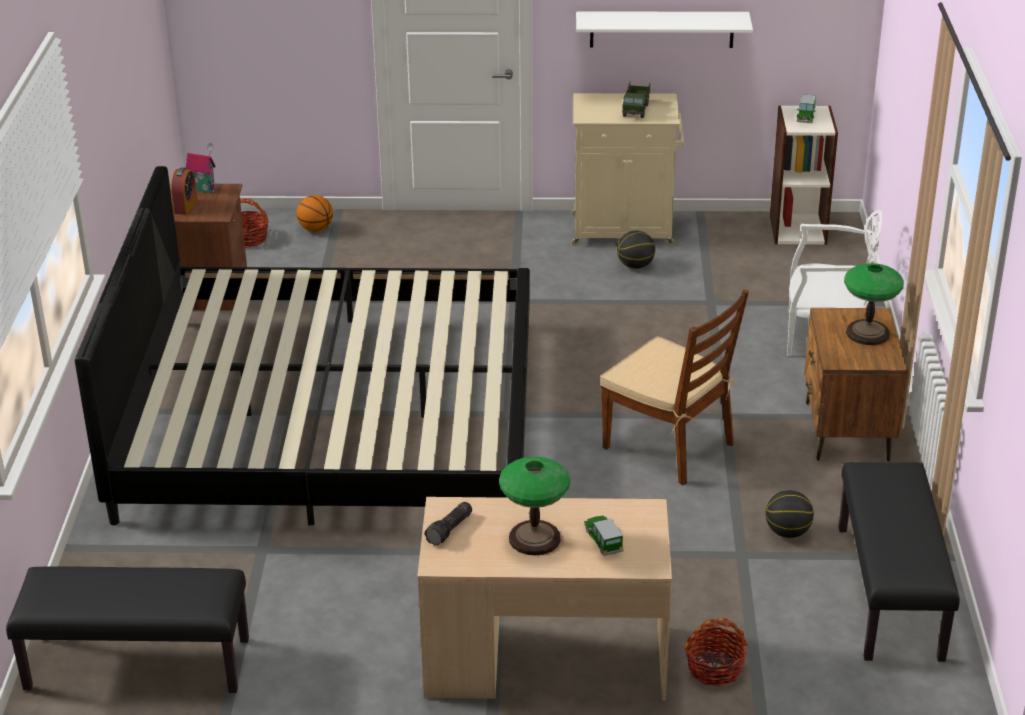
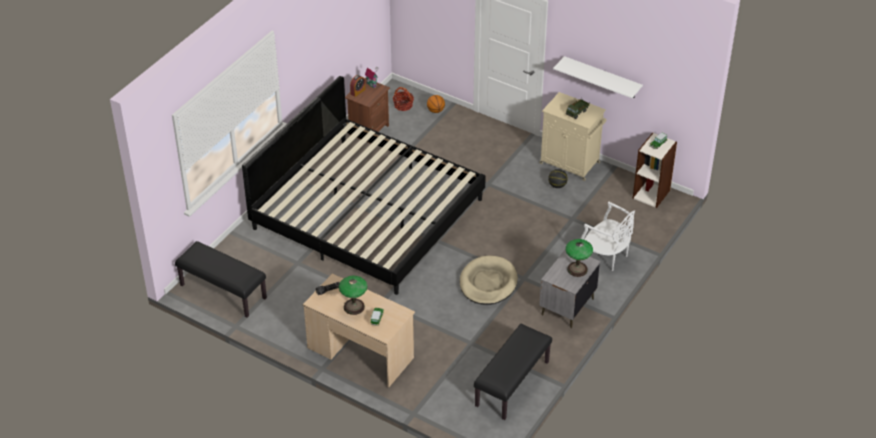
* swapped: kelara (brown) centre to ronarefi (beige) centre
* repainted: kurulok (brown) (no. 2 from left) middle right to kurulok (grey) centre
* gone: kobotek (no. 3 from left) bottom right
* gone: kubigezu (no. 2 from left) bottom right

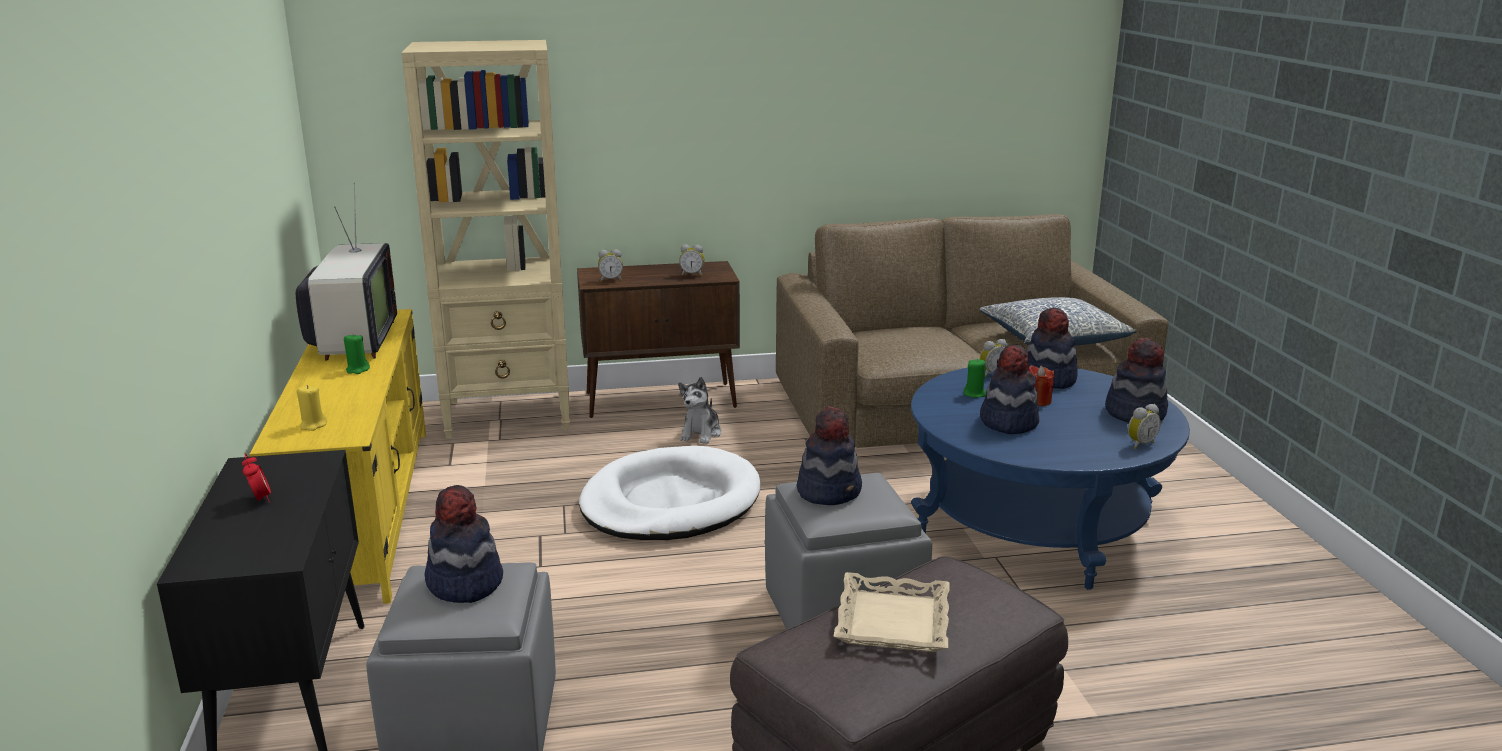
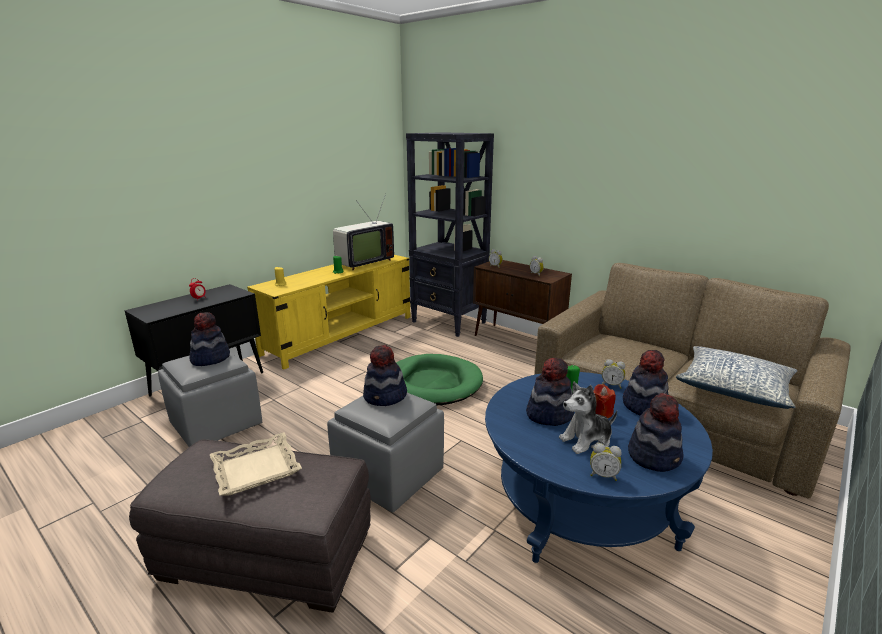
* repainted: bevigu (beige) top left to bevigu (black) centre
* shifted: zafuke centre to middle right
* repainted: ronarefi (white) centre to ronarefi (green) centre

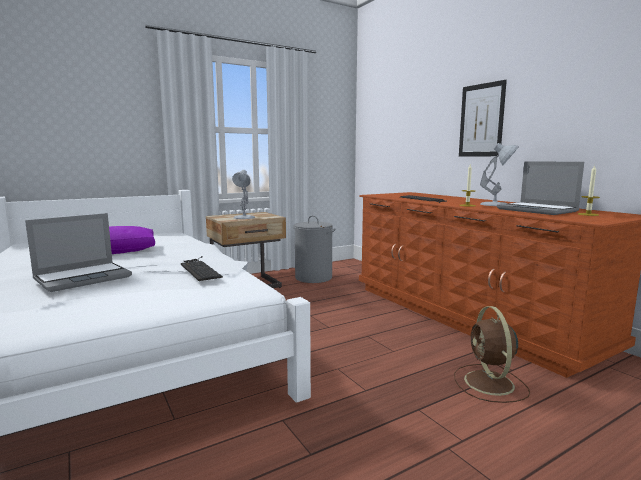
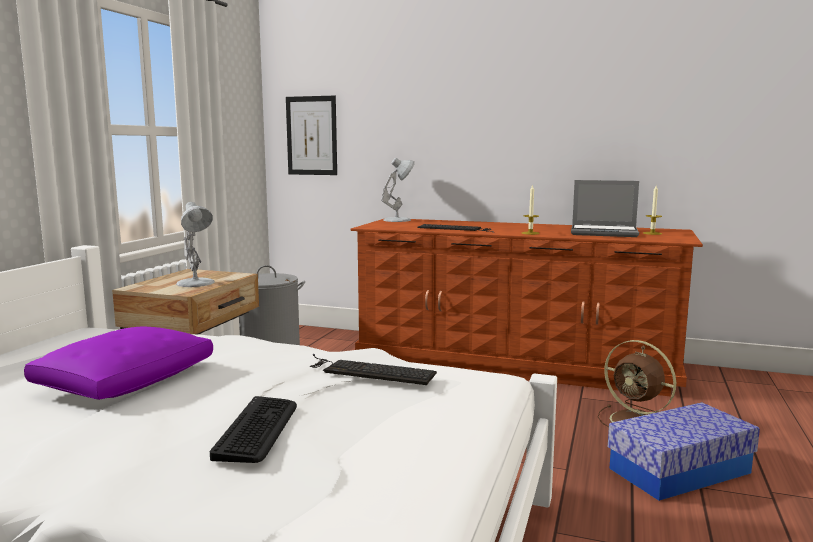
* shifted: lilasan top right to top centre
* shifted: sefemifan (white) (no. 2 from left) middle right to centre
* swapped: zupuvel (no. 1 from left) middle left to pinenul (no. 1 from left) bottom left
* new: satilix bottom right

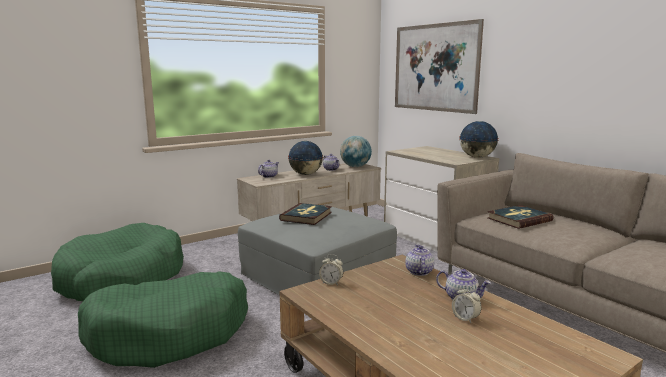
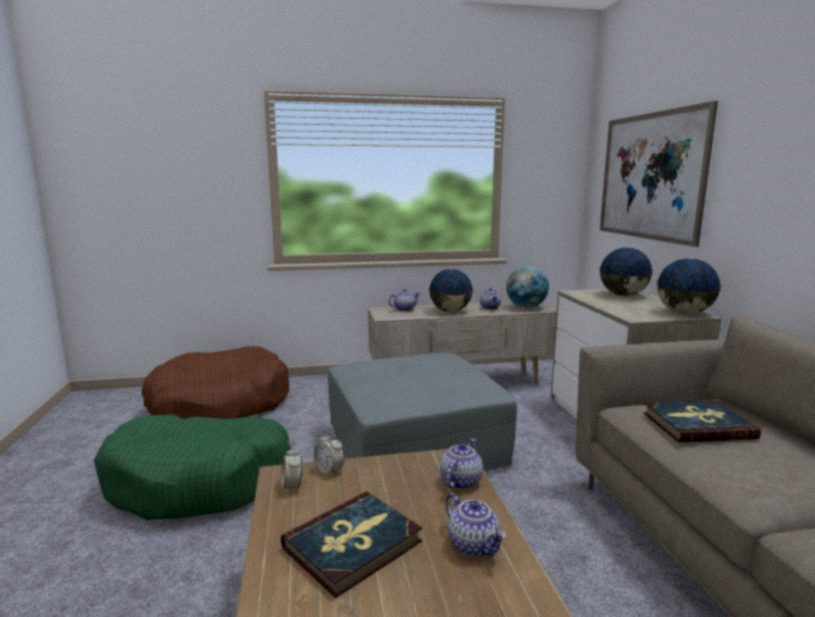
* shifted: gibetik (no. 1 from left) centre to bottom centre
* repainted: ronarefi (green) (no. 1 from left) bottom left to ronarefi (brown) middle left
* shifted: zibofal (no. 2 from left in the first image) bottom right to zibofal (no. 1 from left) bottom centre
* new: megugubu (no. 3 from left) middle right

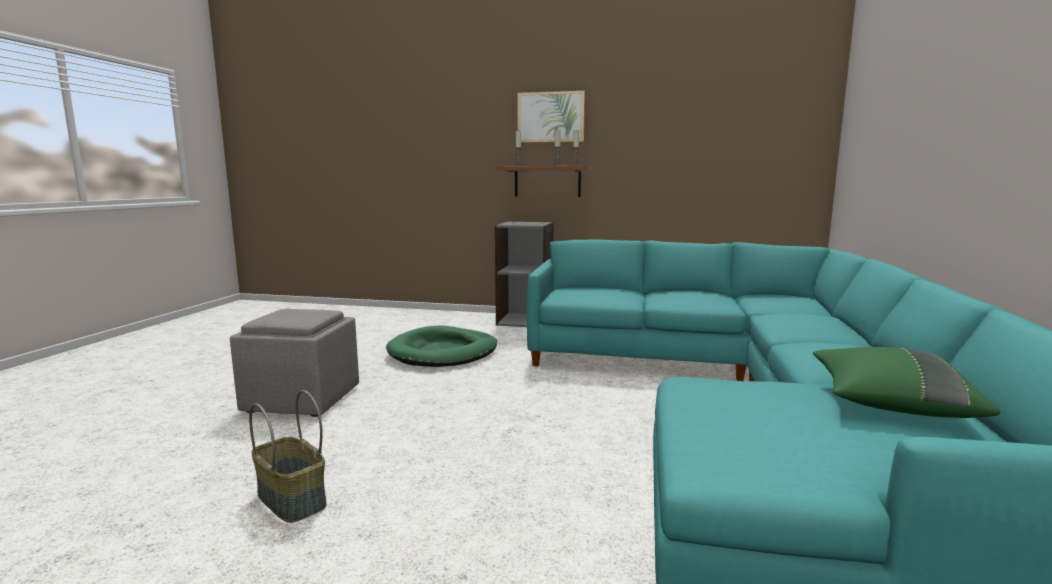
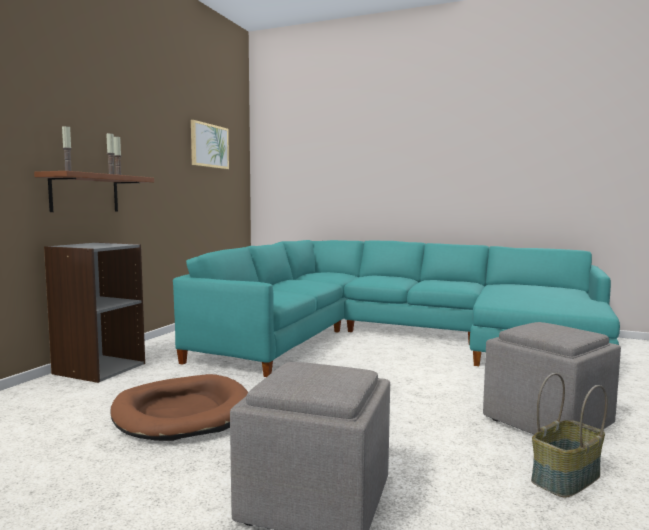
* shifted: lilasan top centre to top left
* repainted: ronarefi (green) centre to ronarefi (brown) bottom left
* gone: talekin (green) middle right
* new: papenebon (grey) (no. 2 from left) bottom right

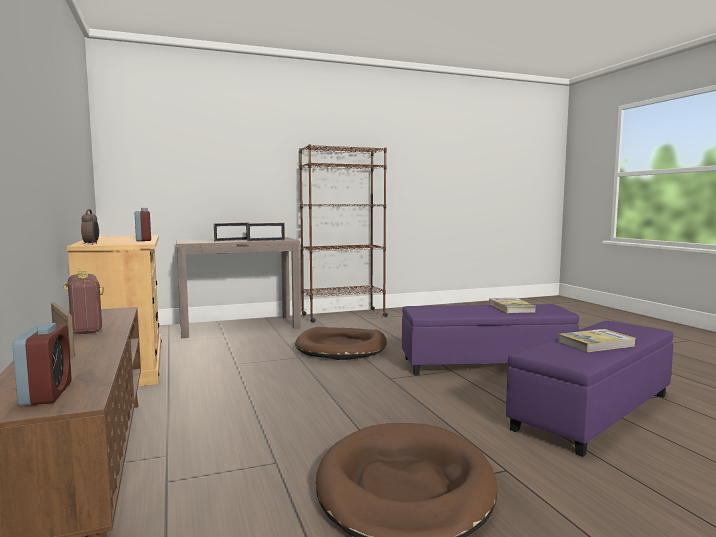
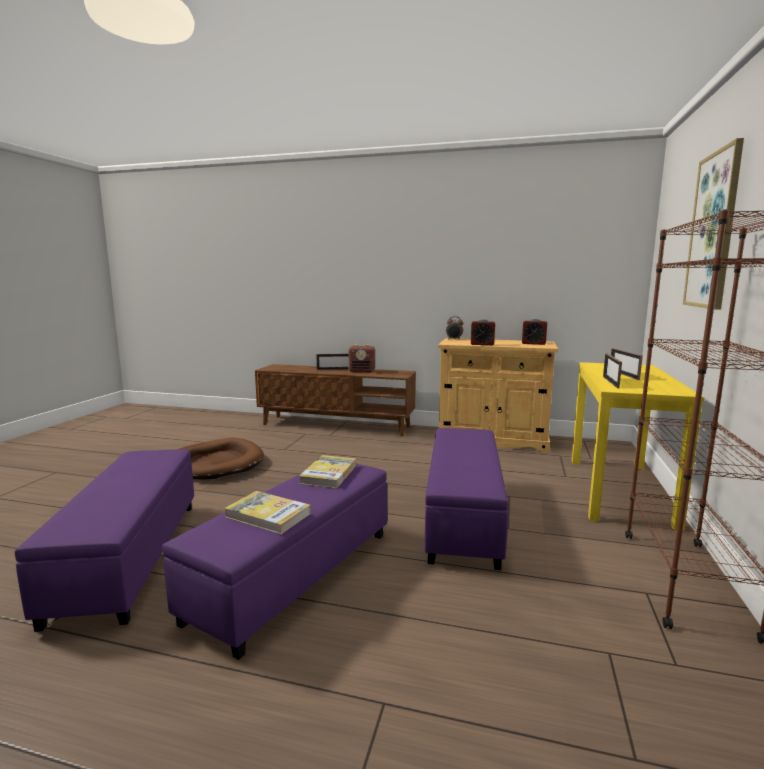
* repainted: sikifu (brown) middle left to sikifu (yellow) middle right
* shifted: zibofal (no. 1 from left in the first image) bottom left to zibofal (no. 3 from left) middle right
* swapped: ronarefi (brown) (no. 1 from left) centre to papenebon (purple) (no. 3 from left) centre
* shifted: gibetik (no. 2 from left) middle right to centre
* new: lilasan top right

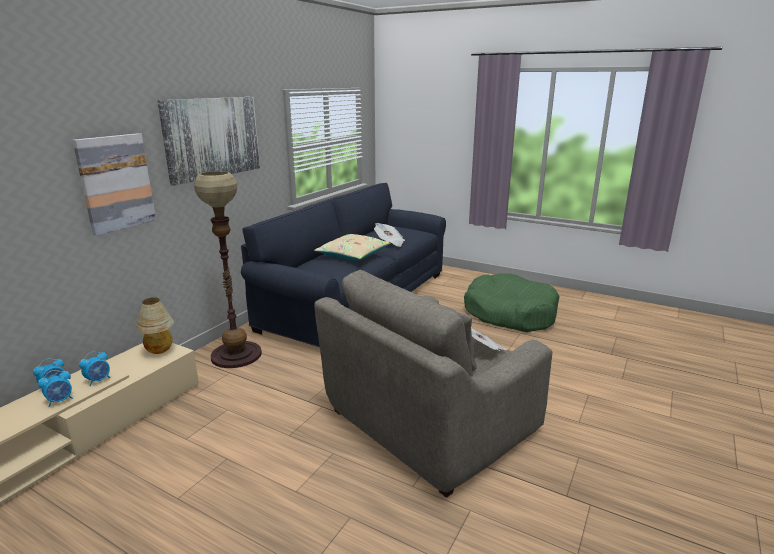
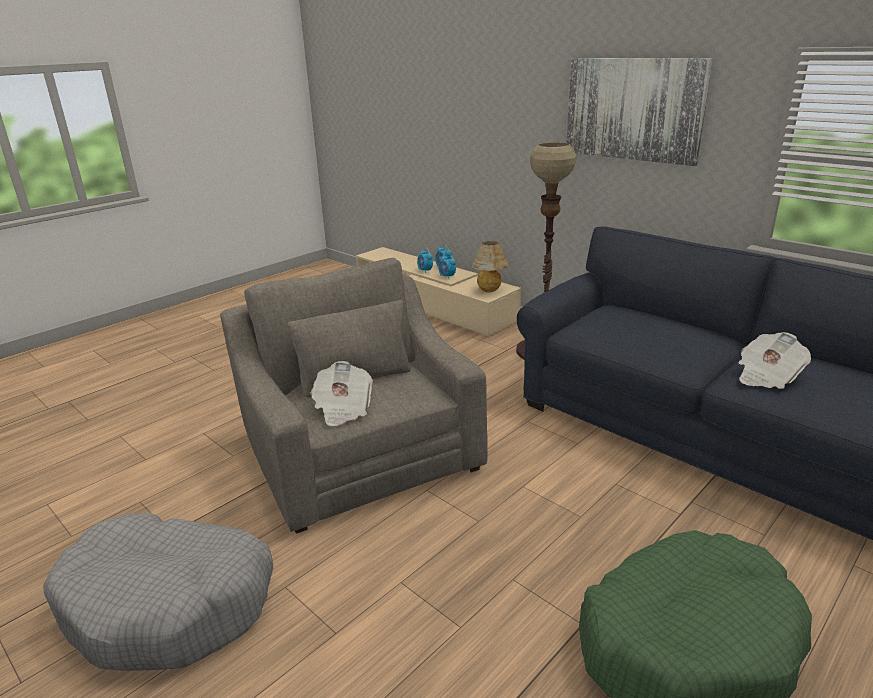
* gone: lilasan (no. 1 from left) top left
* gone: talekin (beige) centre
* new: ronarefi (grey) bottom left

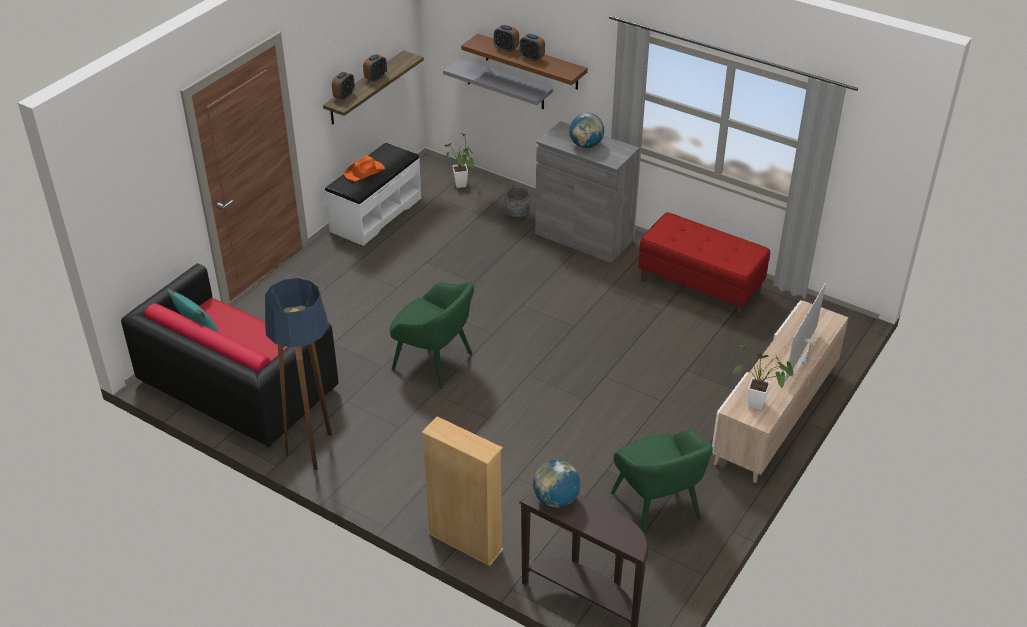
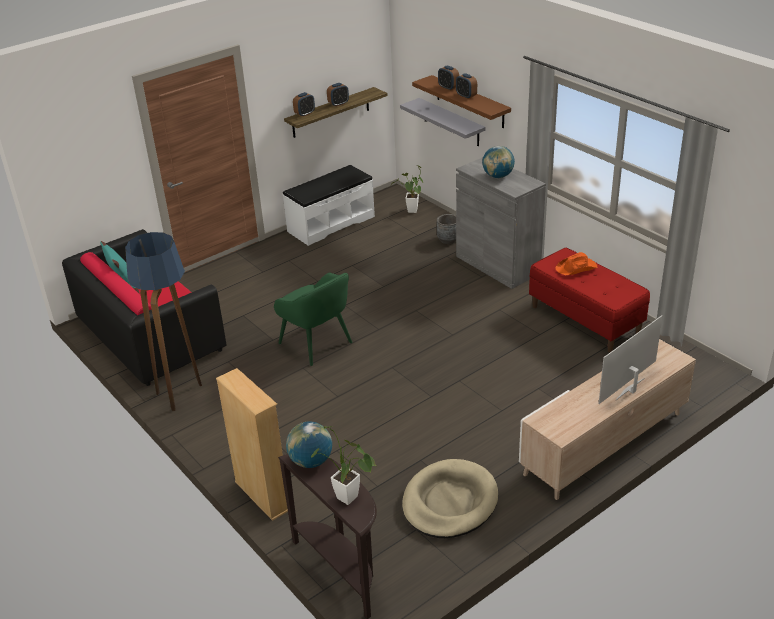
* shifted: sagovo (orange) top centre to middle right
* shifted: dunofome (no. 2 from left in the first image) middle right to dunofome (no. 1 from left) bottom centre
* swapped: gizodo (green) (no. 2 from left) bottom centre to ronarefi (beige) bottom centre

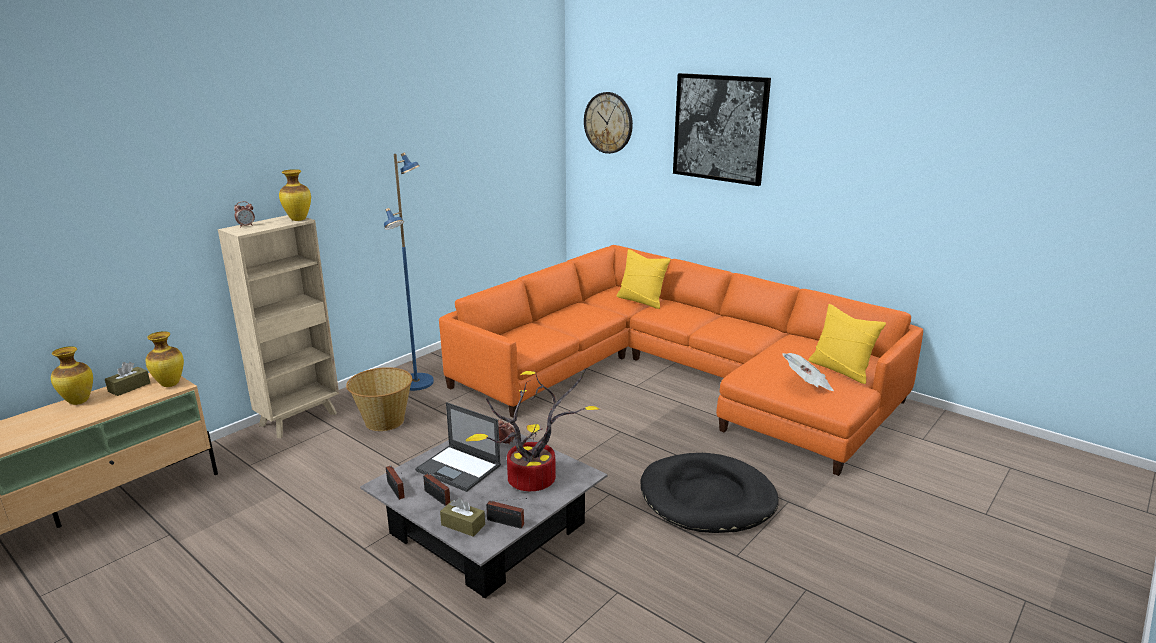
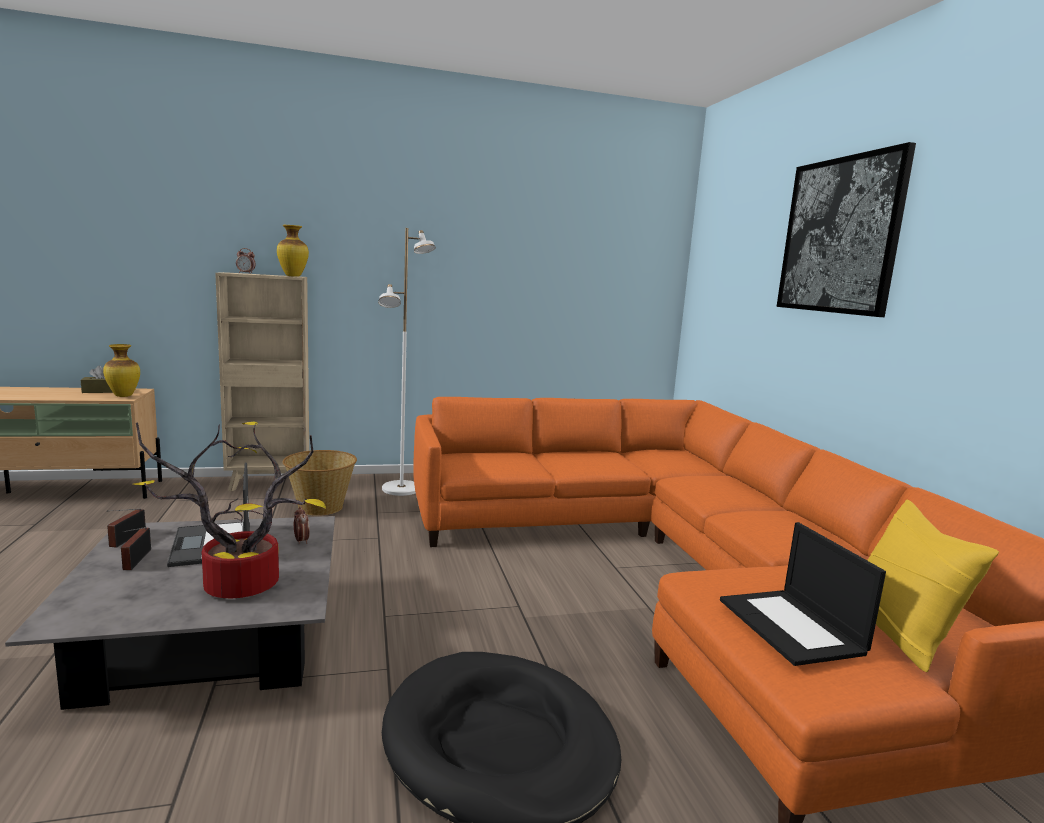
* gone: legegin top centre
* repainted: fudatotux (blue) centre to fudatotux (white) centre
* gone: talekin (yellow) (no. 1 from left) centre
* gone: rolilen (no. 1 from left) middle left
* swapped: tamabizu middle right to zupuvel (no. 2 from left) bottom right
* gone: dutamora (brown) (no. 2 from left) bottom centre
* gone: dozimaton (no. 3 from left) bottom centre

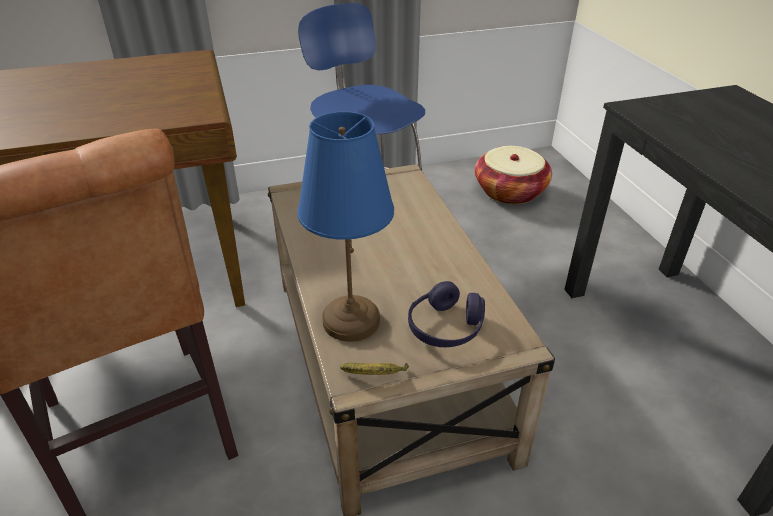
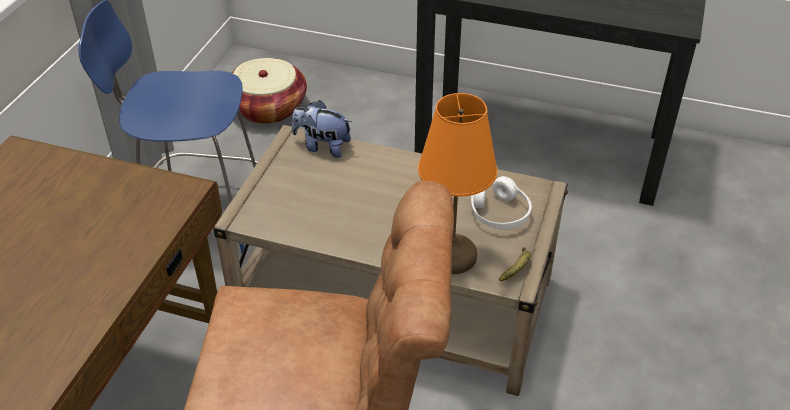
* repainted: sefemifan (blue) centre to sefemifan (orange) centre
* repainted: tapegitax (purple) centre to tapegitax (white) centre
* new: zafuke top centre

